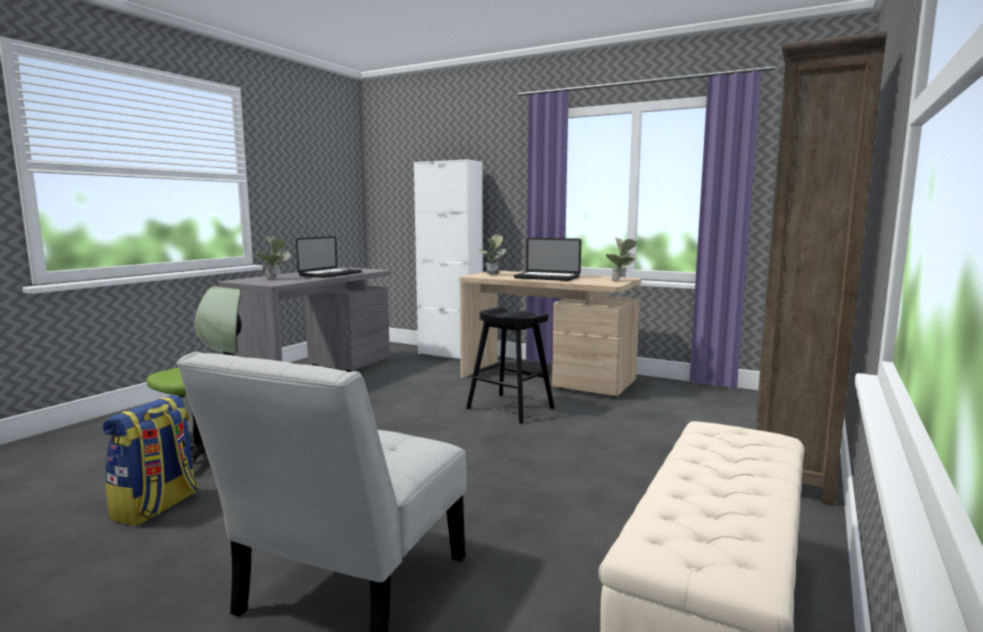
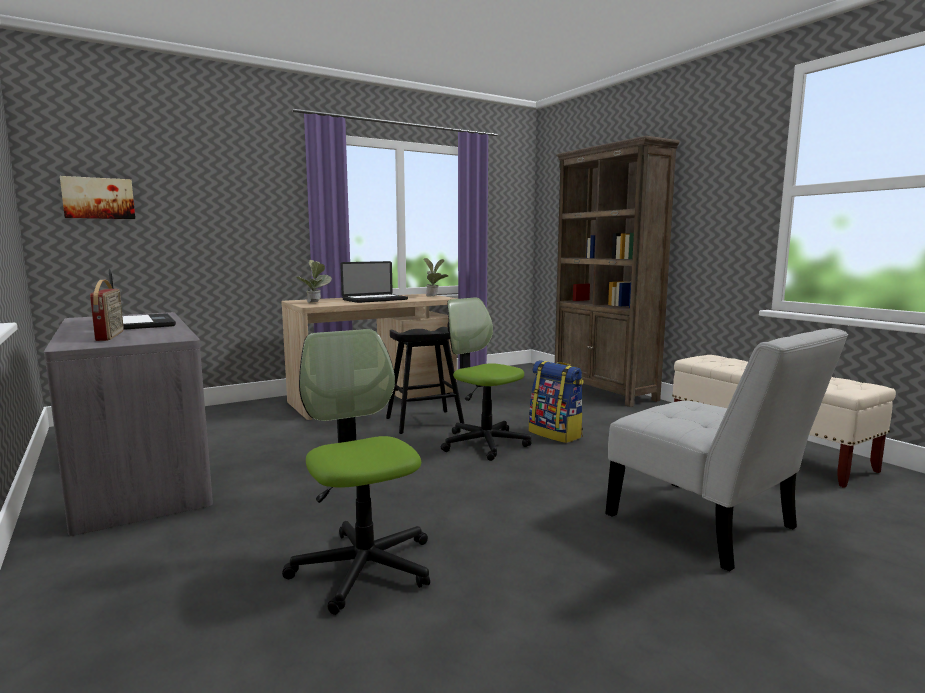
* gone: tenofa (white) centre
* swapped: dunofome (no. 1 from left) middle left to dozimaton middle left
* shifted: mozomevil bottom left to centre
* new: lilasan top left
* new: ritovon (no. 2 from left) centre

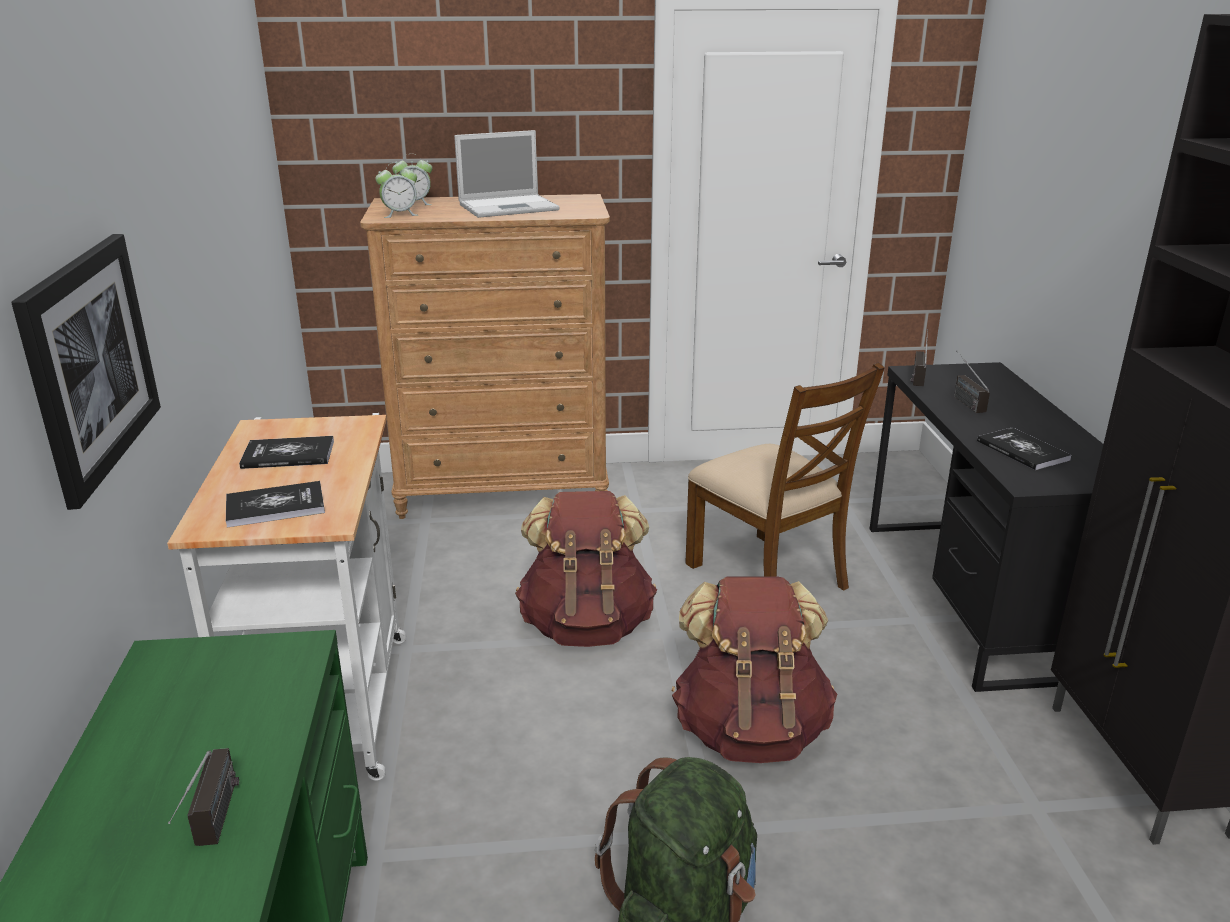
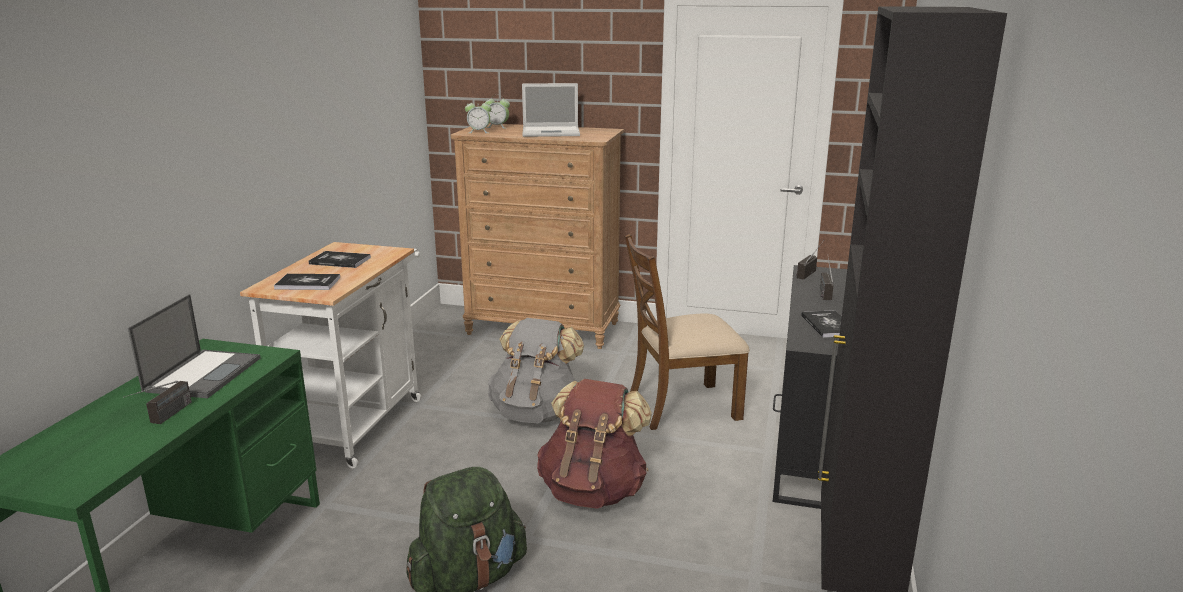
* gone: lilasan middle left
* rotated: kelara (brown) centre = centre 90 degrees clockwise
* repainted: mozomevil (brown) (no. 1 from left) centre to mozomevil (grey) centre
* new: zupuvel (no. 1 from left) middle left

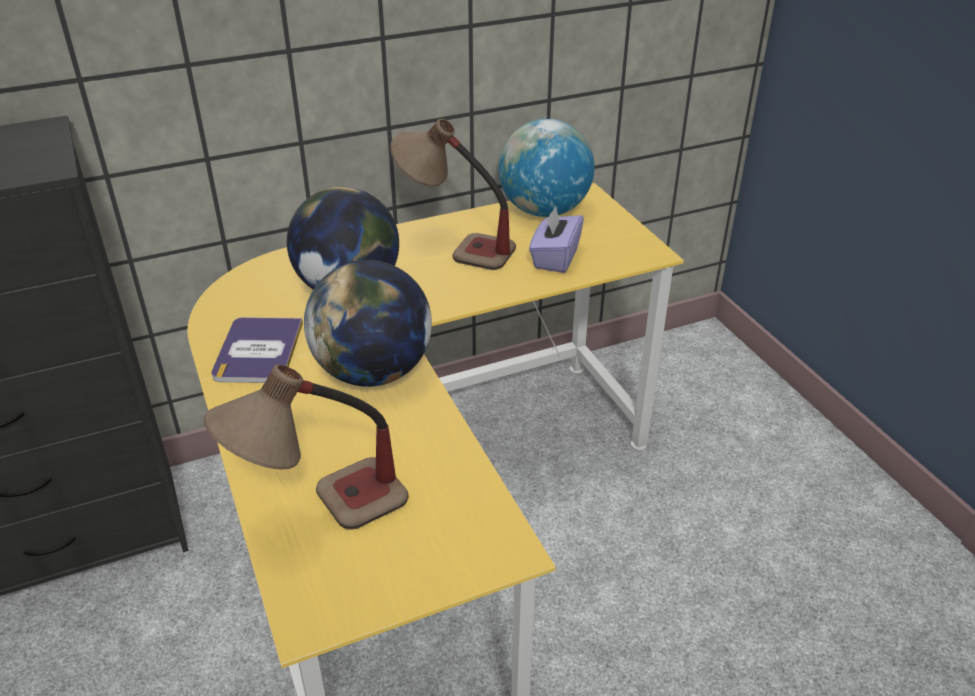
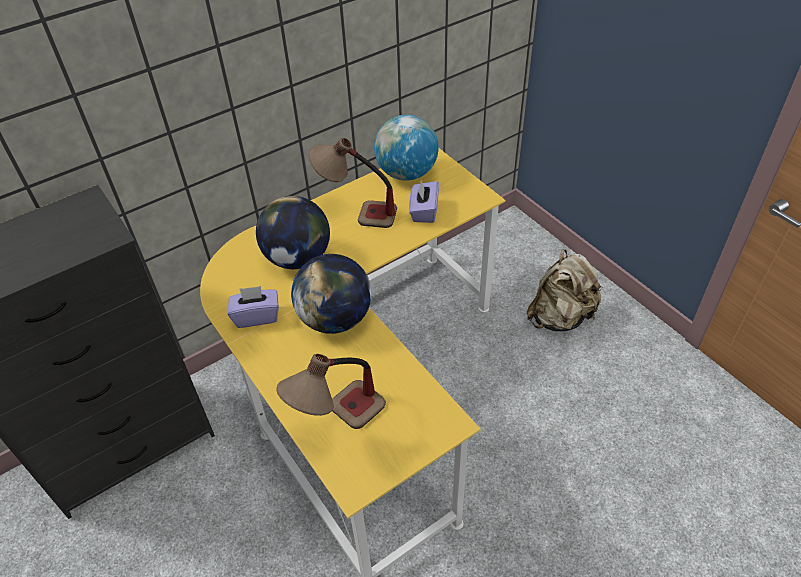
* swapped: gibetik middle left to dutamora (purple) (no. 1 from left) middle left
* new: mozomevil (beige) middle right

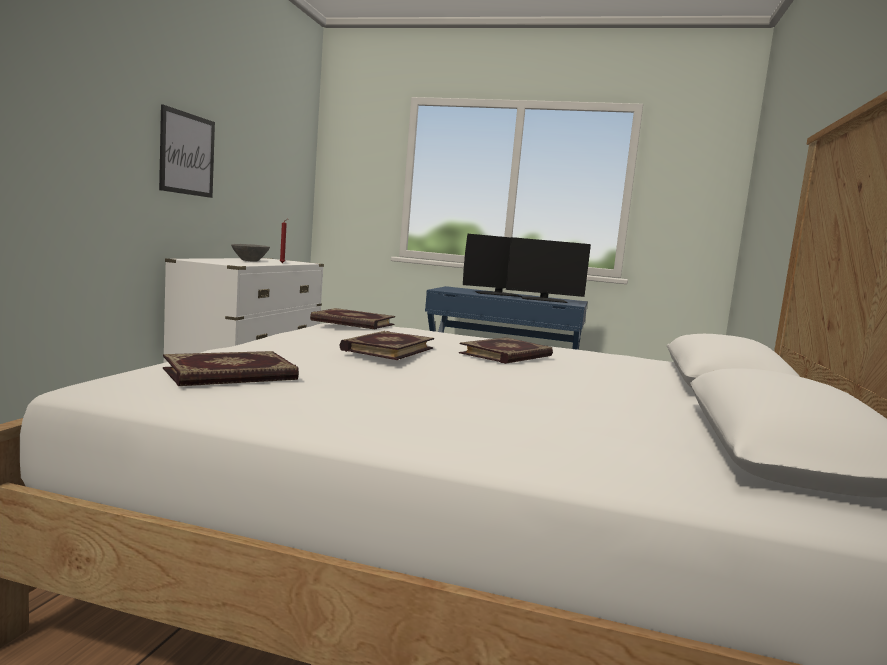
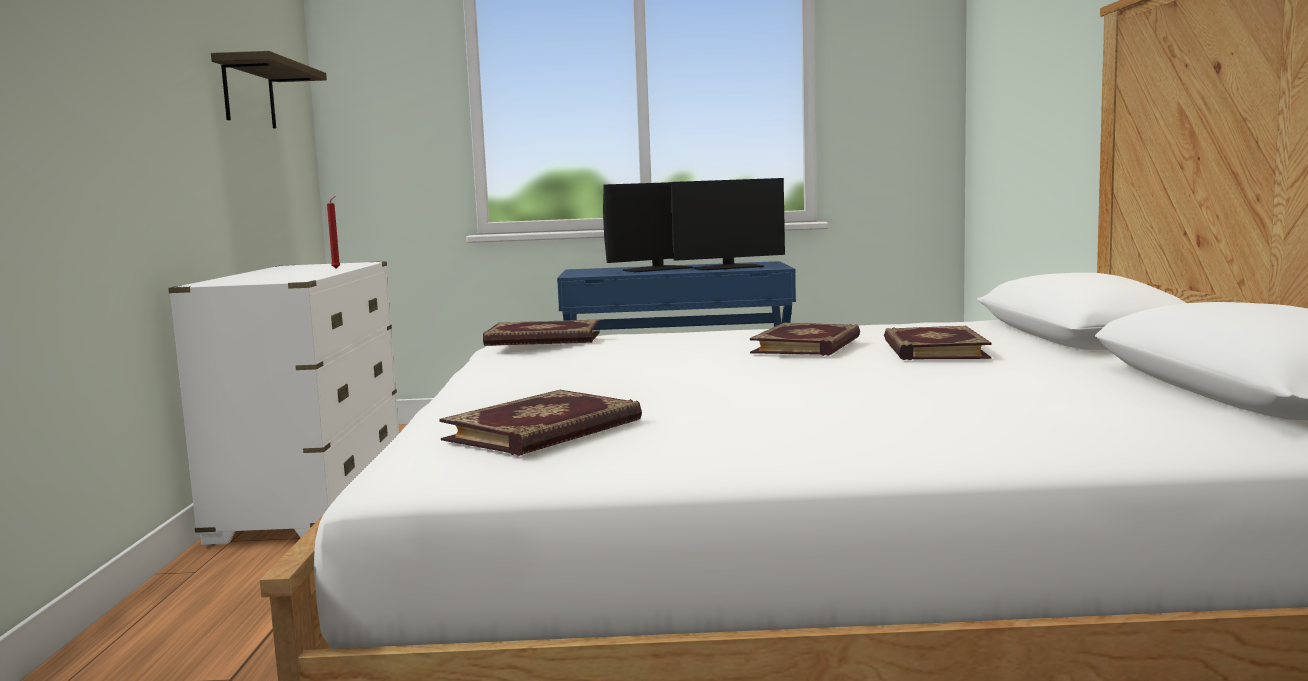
* gone: lilasan top left
* gone: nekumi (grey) middle left
* shifted: gibetik (no. 3 from left in the first image) centre to gibetik (no. 4 from left) middle right
* new: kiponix top left

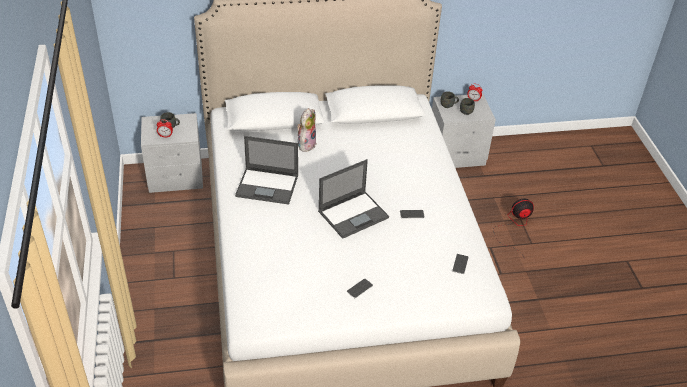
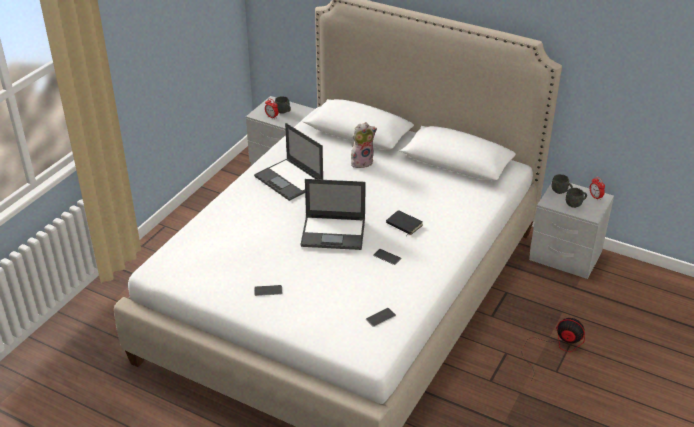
* new: gibetik (black) centre

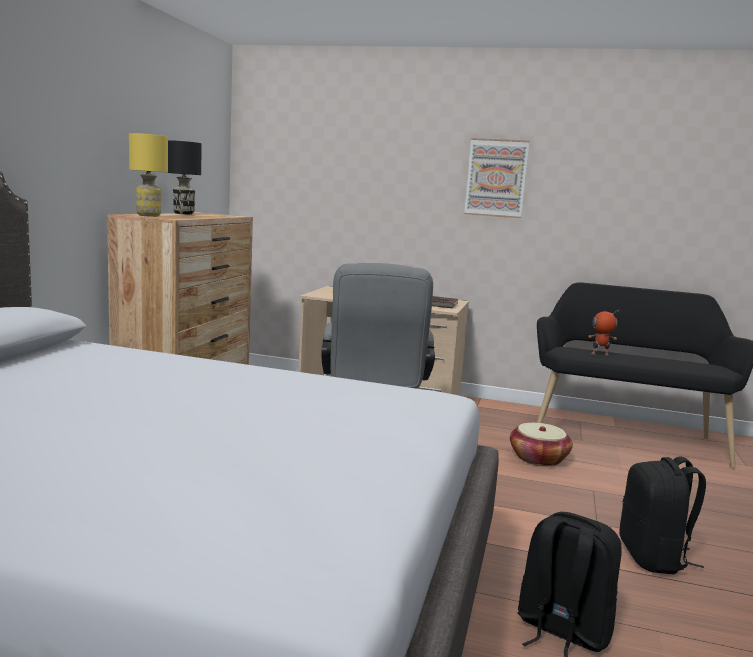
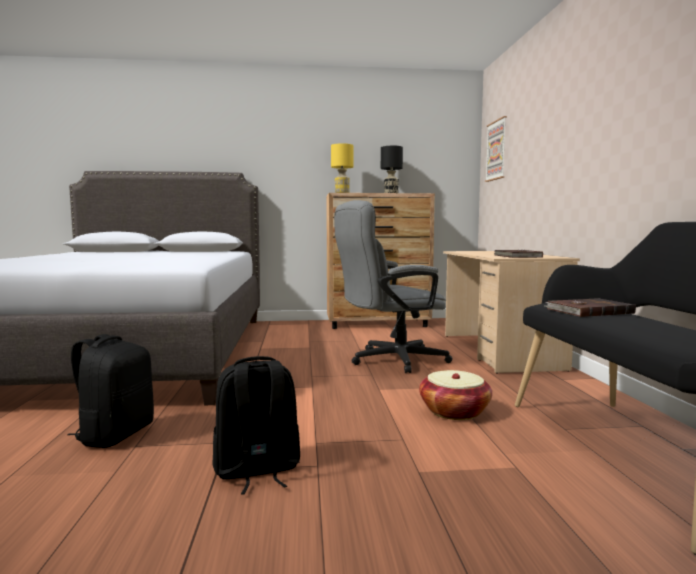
* shifted: lilasan top centre to top right
* swapped: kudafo middle right to gibetik (brown) (no. 2 from left) middle right

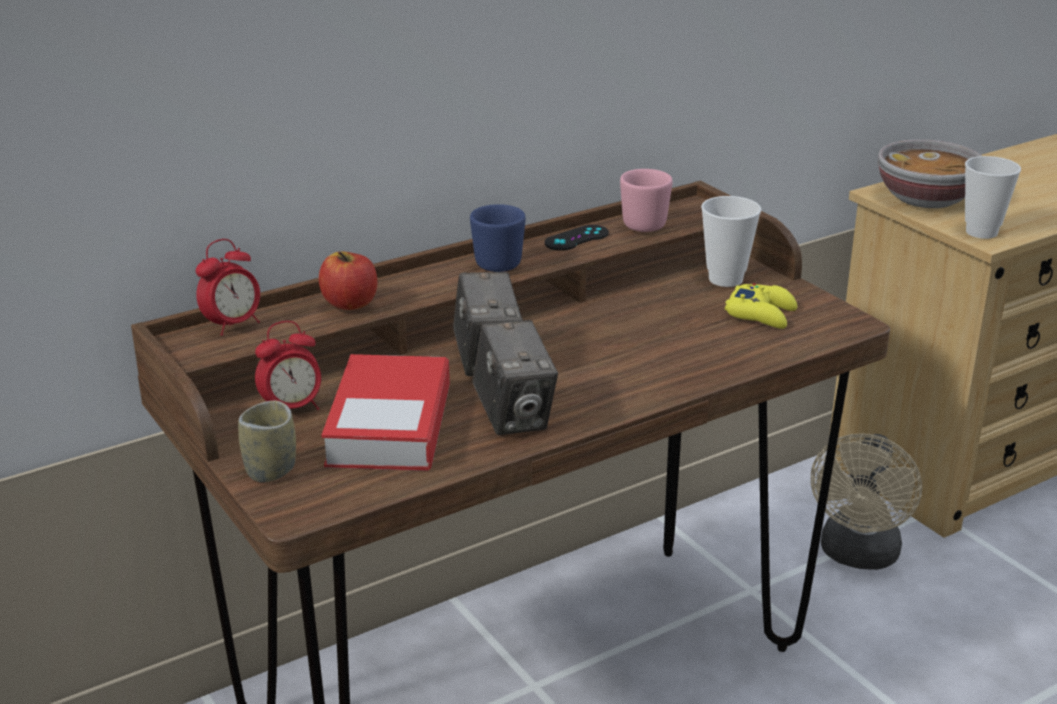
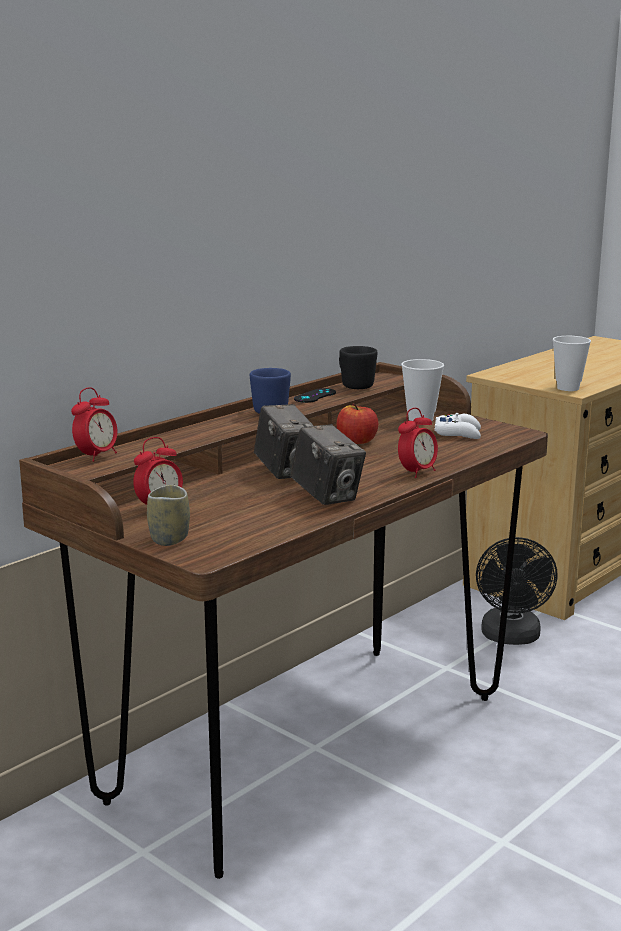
* gone: nekumi top right
* repainted: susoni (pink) top centre to susoni (black) centre
* shifted: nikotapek middle left to centre
* repainted: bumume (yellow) middle right to bumume (white) middle right
* gone: gibetik centre
* repainted: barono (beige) bottom right to barono (black) middle right
* new: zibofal (no. 3 from left) middle right

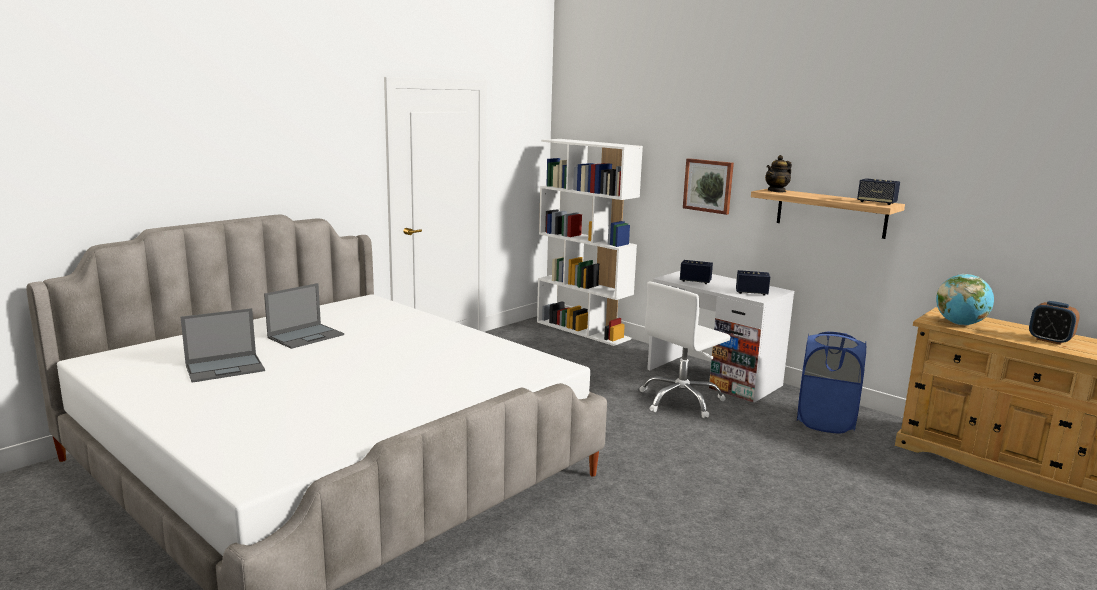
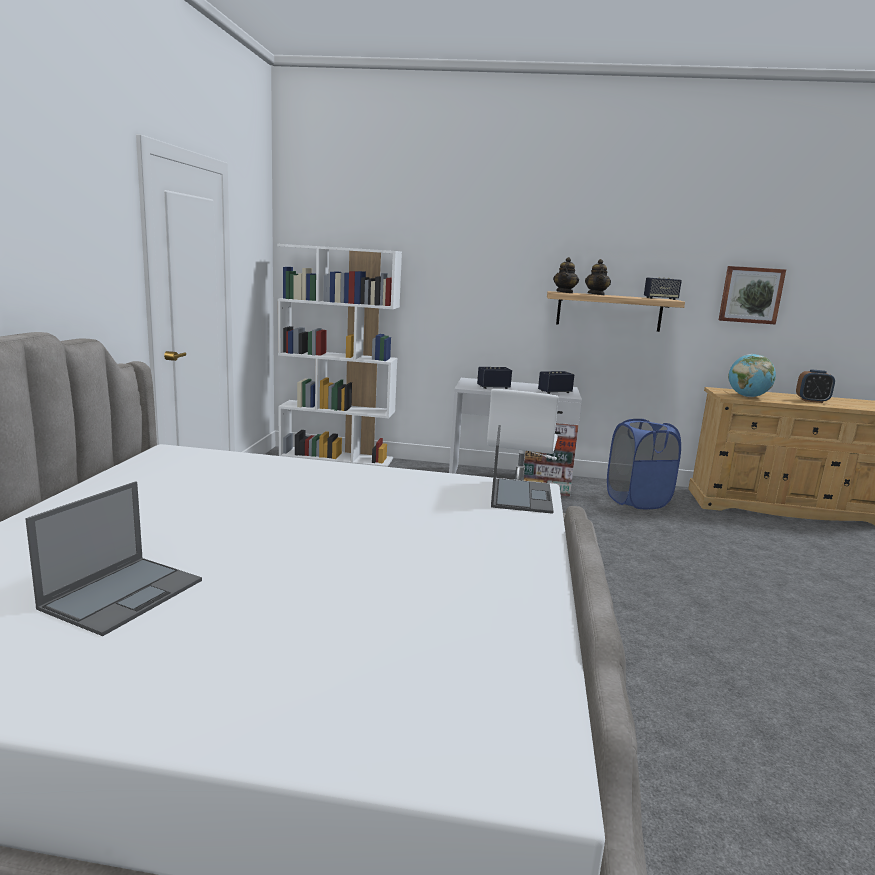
* shifted: lilasan top centre to middle right
* shifted: zupuvel (no. 2 from left) middle left to centre
* new: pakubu (no. 2 from left) top right

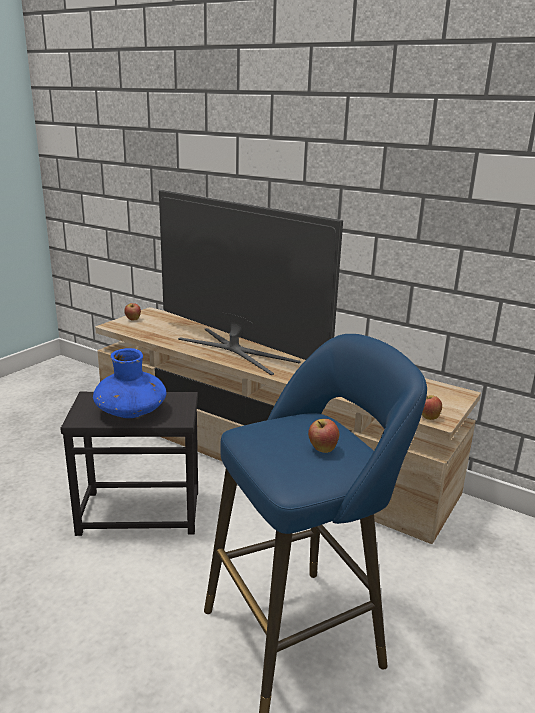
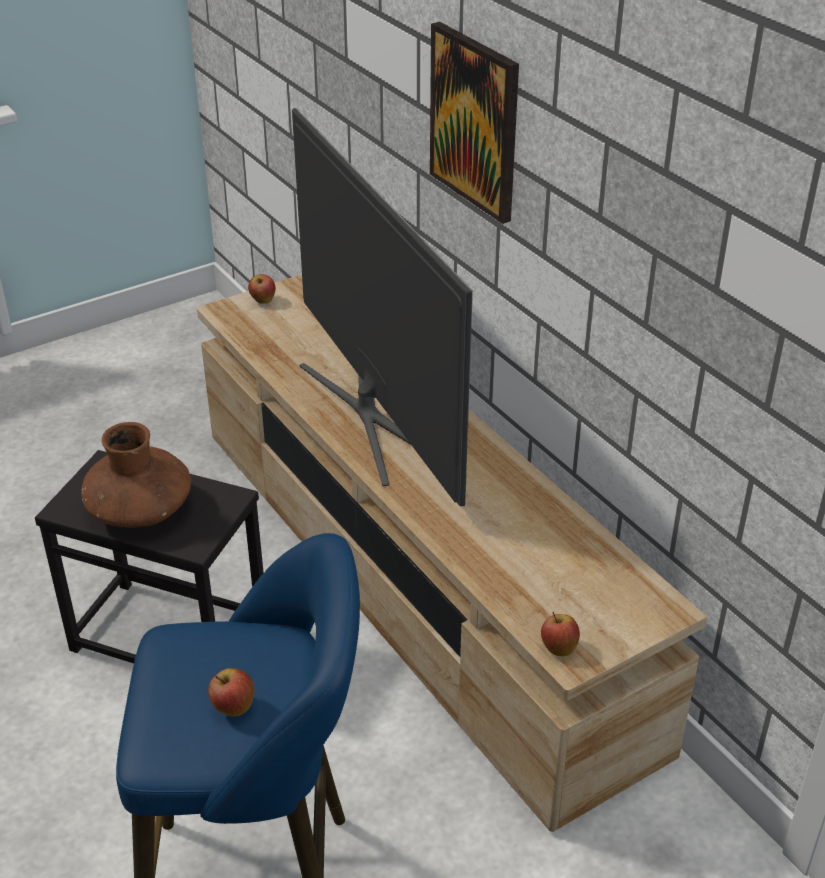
* repainted: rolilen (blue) middle left to rolilen (brown) middle left
* new: lilasan top centre

